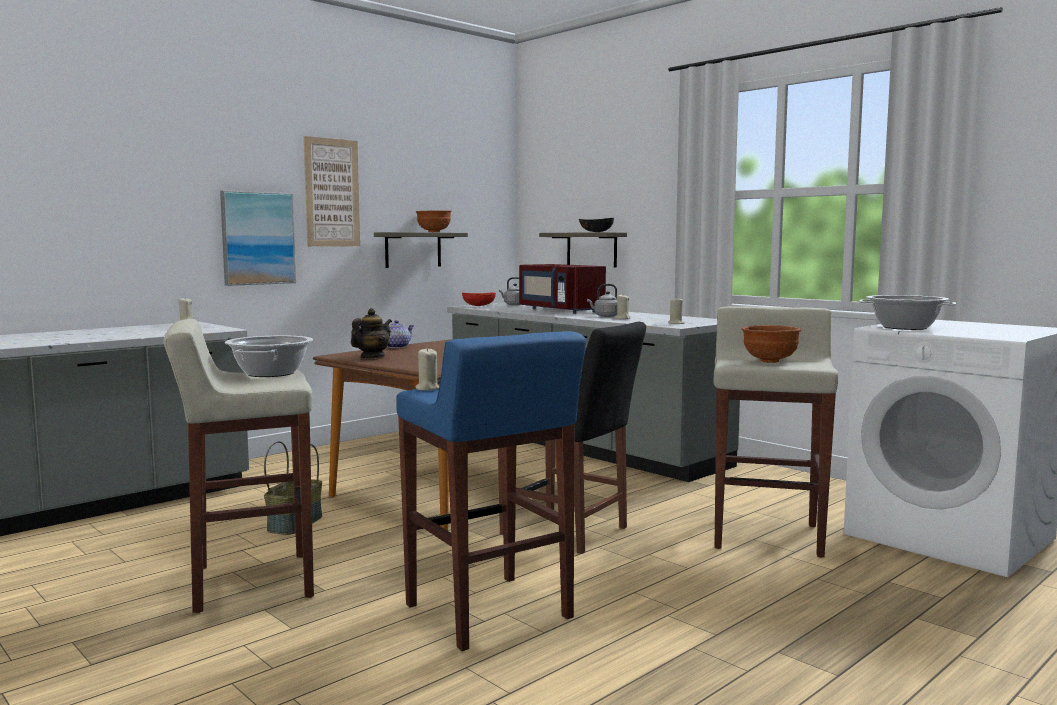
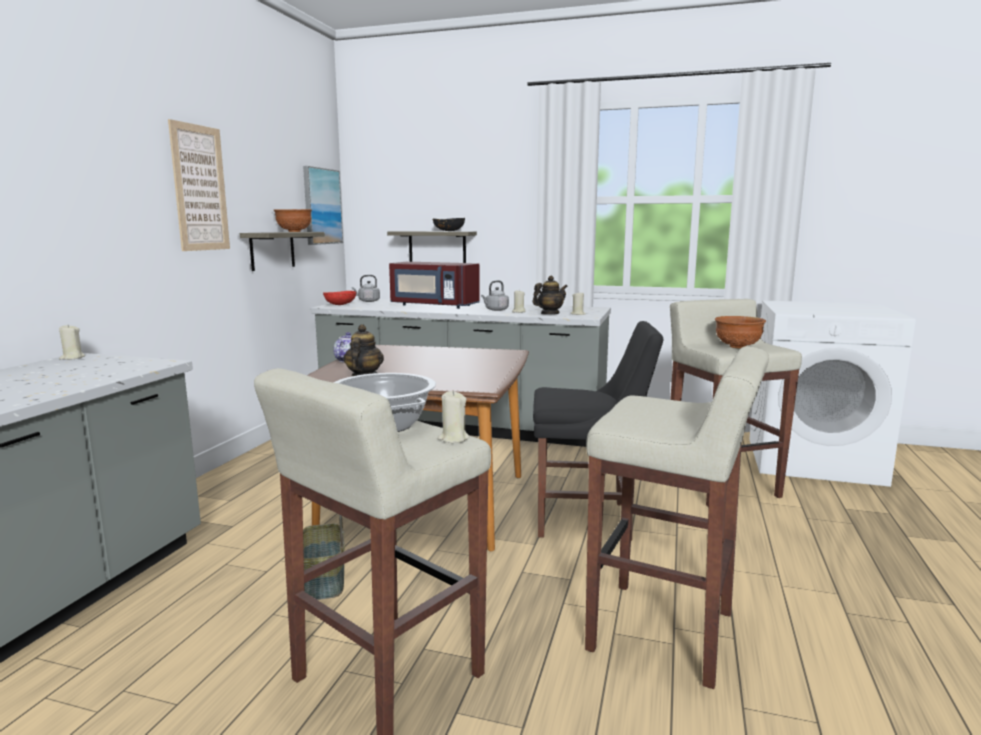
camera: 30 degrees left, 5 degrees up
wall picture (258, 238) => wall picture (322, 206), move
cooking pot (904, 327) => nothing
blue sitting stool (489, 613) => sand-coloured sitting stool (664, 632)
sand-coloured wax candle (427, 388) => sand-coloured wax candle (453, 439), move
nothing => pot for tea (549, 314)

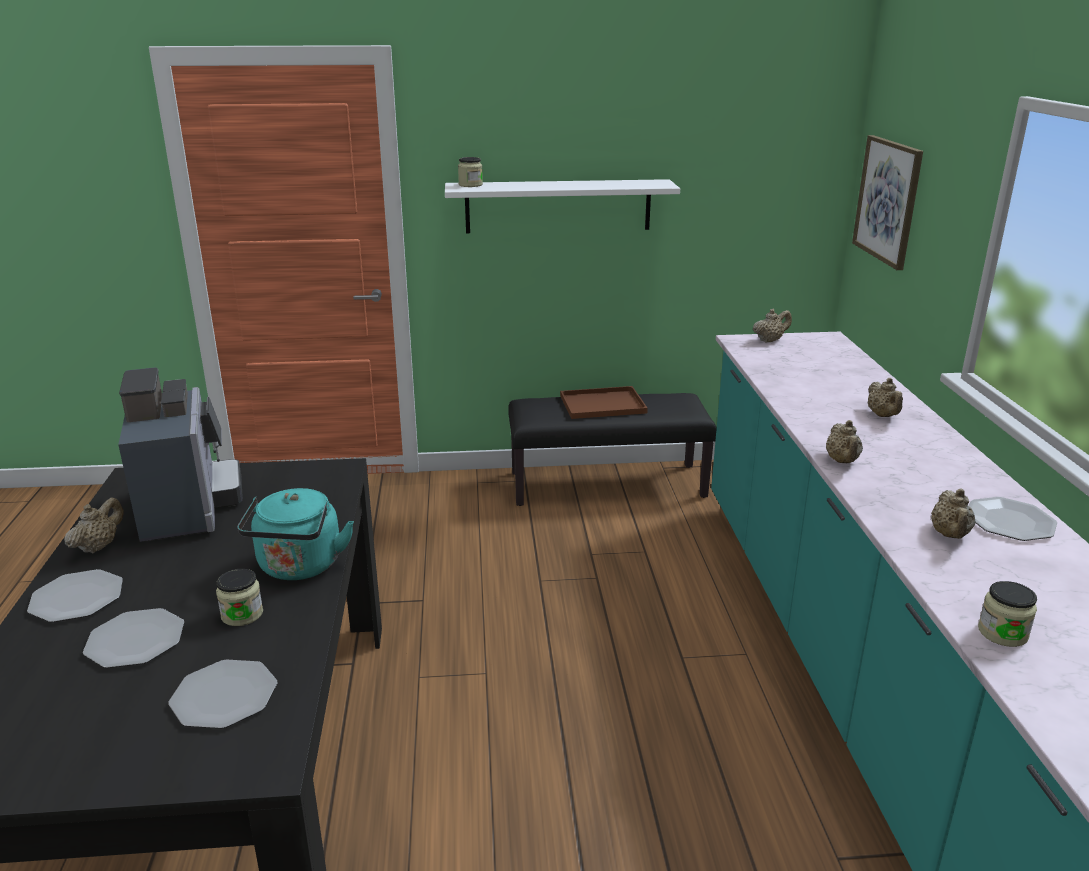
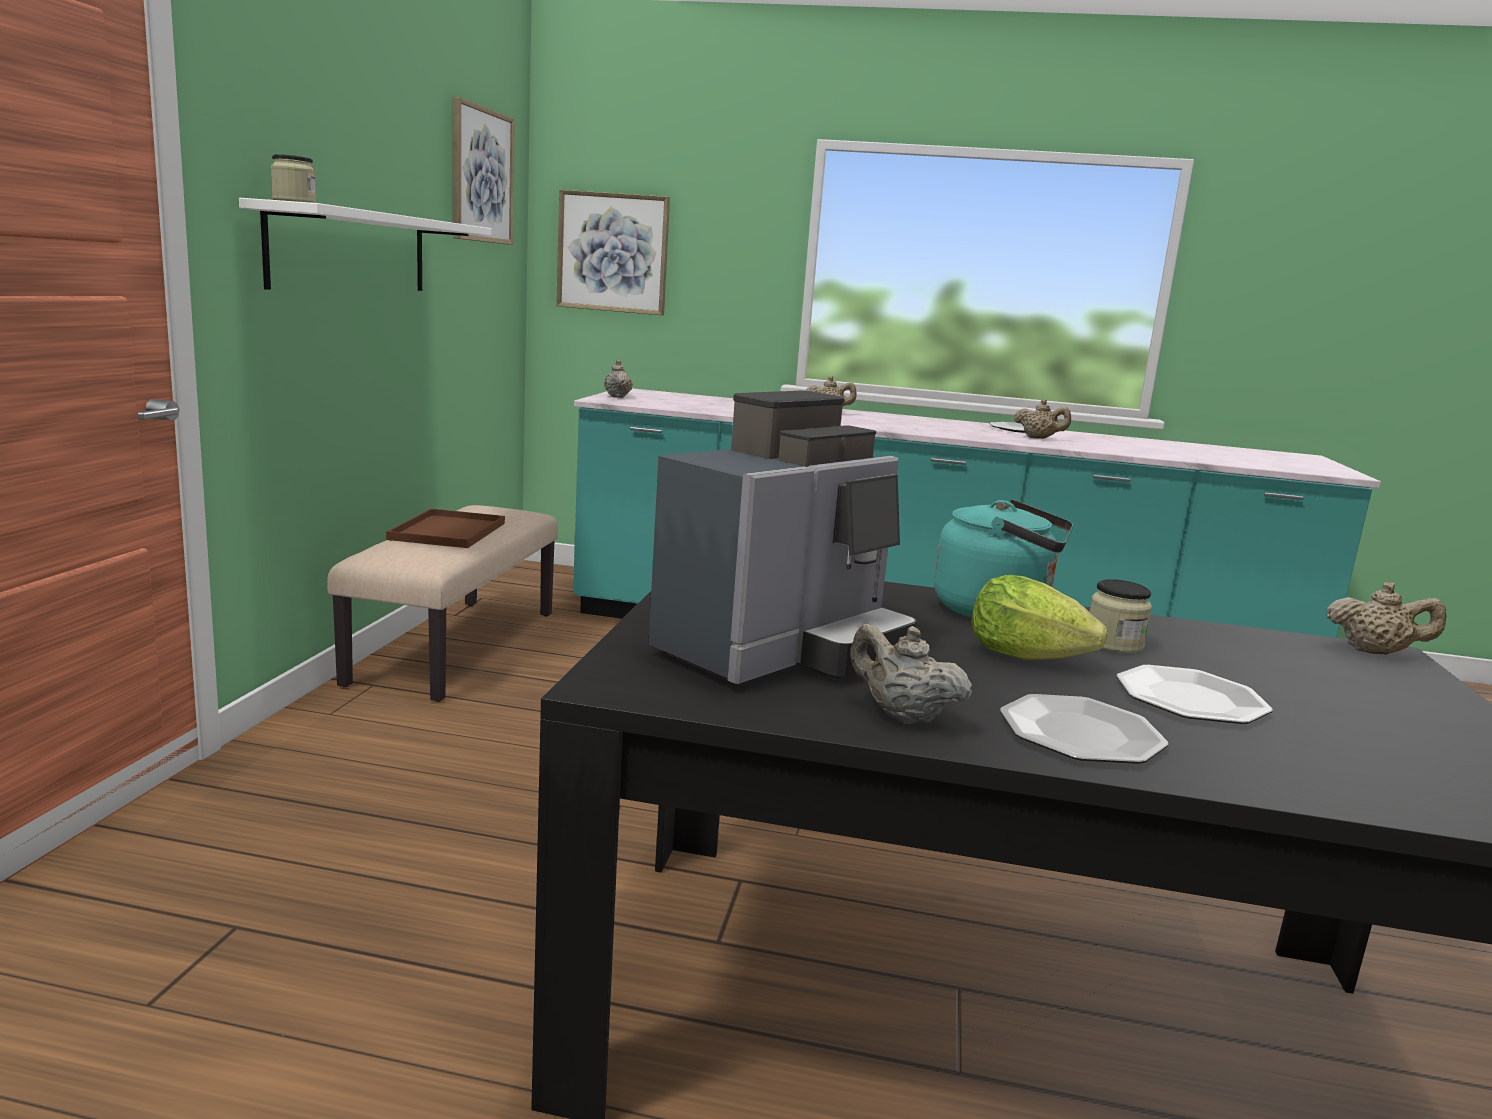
camera: 75 degrees left, 10 degrees down
coffee maker (189, 507) => coffee maker (784, 651), 135 degrees clockwise
black-coloured long seat (608, 484) => sand-coloured long seat (455, 646)
sand-coloured pot for tea (842, 461) => sand-coloured pot for tea (1375, 652), move
storage jar (1002, 633) => nothing
flat dish (224, 696) => nothing
nothing => wall picture (481, 176)
nothing => head of lettuce (1025, 656)

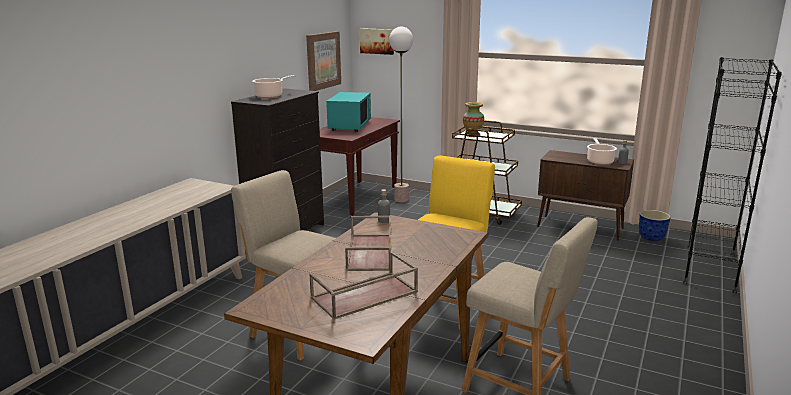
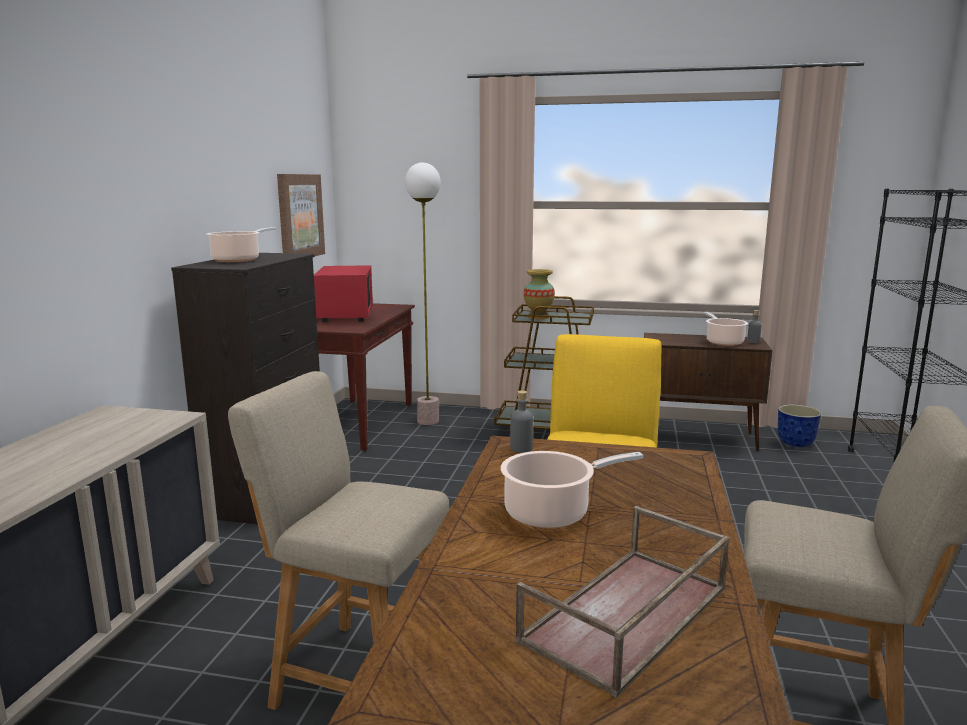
camera: 15 degrees left, 5 degrees down
wall picture (377, 41) => nothing
turquoise-coloured microwave oven (349, 126) => red-coloured microwave oven (345, 315)
brown-coloured tray (371, 252) => cooking pot (552, 512)

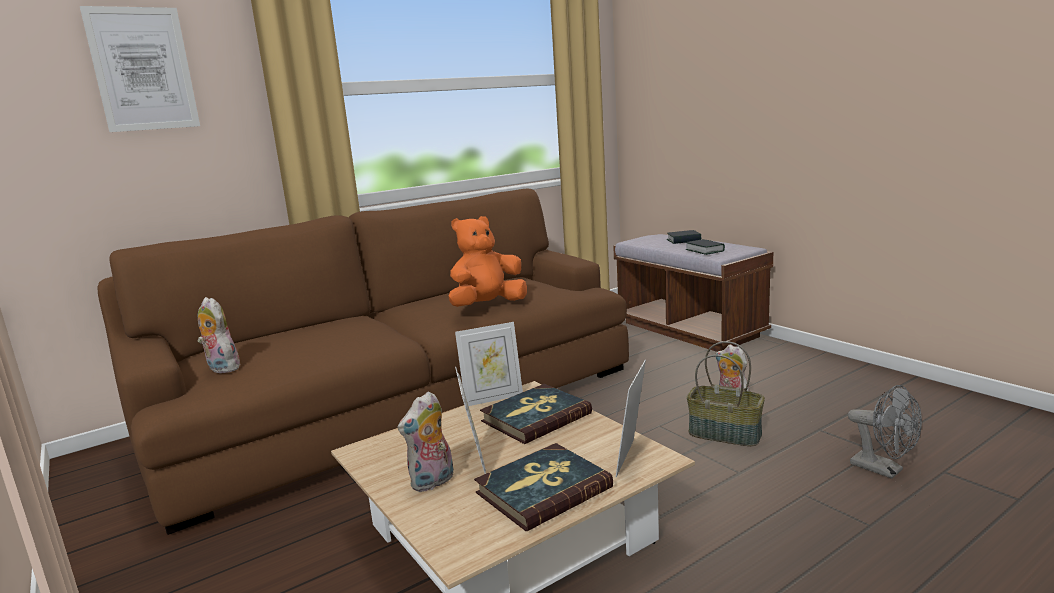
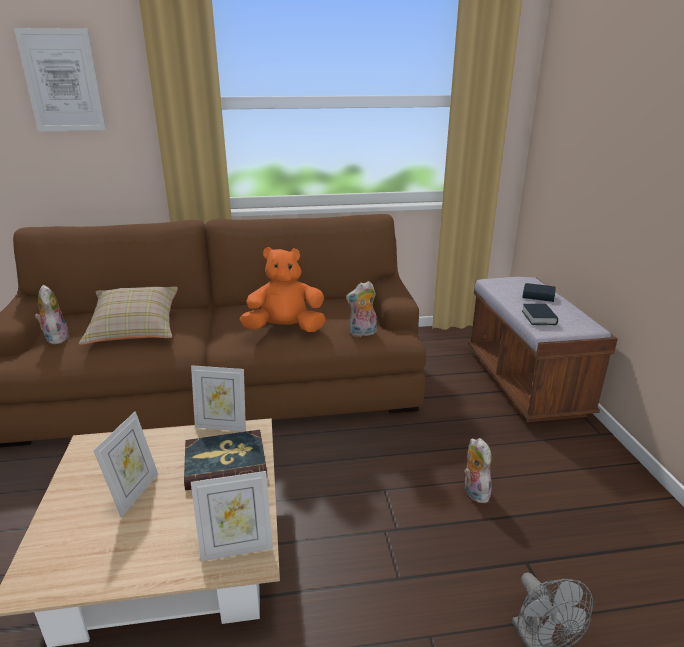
camera: 25 degrees right, 10 degrees up
storage basket (725, 433) => nothing
standing frame (632, 459) => standing frame (237, 548), 150 degrees counterclockwise
plush toy (433, 482) => plush toy (362, 333), move
bound book (543, 490) => nothing
nothing => sand-coloured cushion (134, 329)

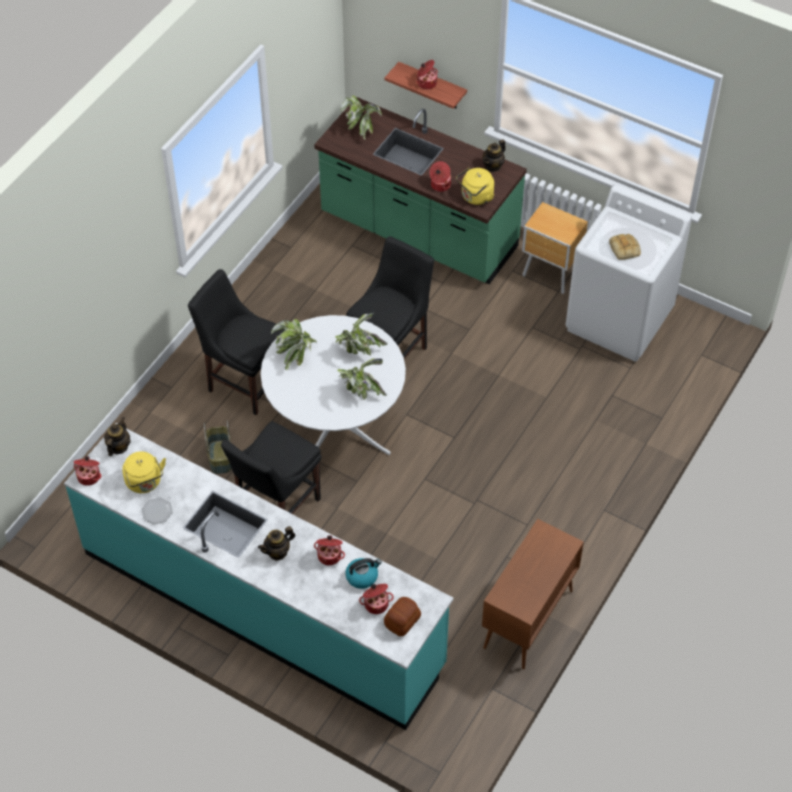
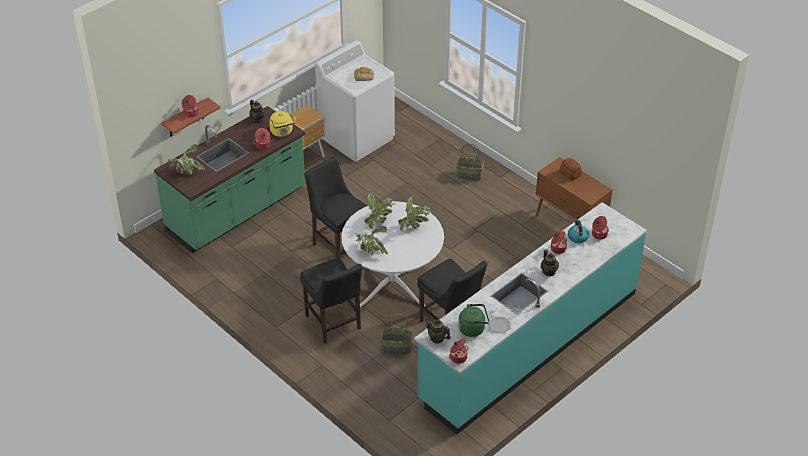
camera: 75 degrees left, 10 degrees down
black-coloured upright chair (244, 382) => black-coloured upright chair (334, 324), 75 degrees counterclockwise
yellow tea kettle (145, 483) => green-coloured tea kettle (473, 328)
bakery bread (401, 621) => bakery bread (570, 174), move
nothing => storage basket (469, 175)

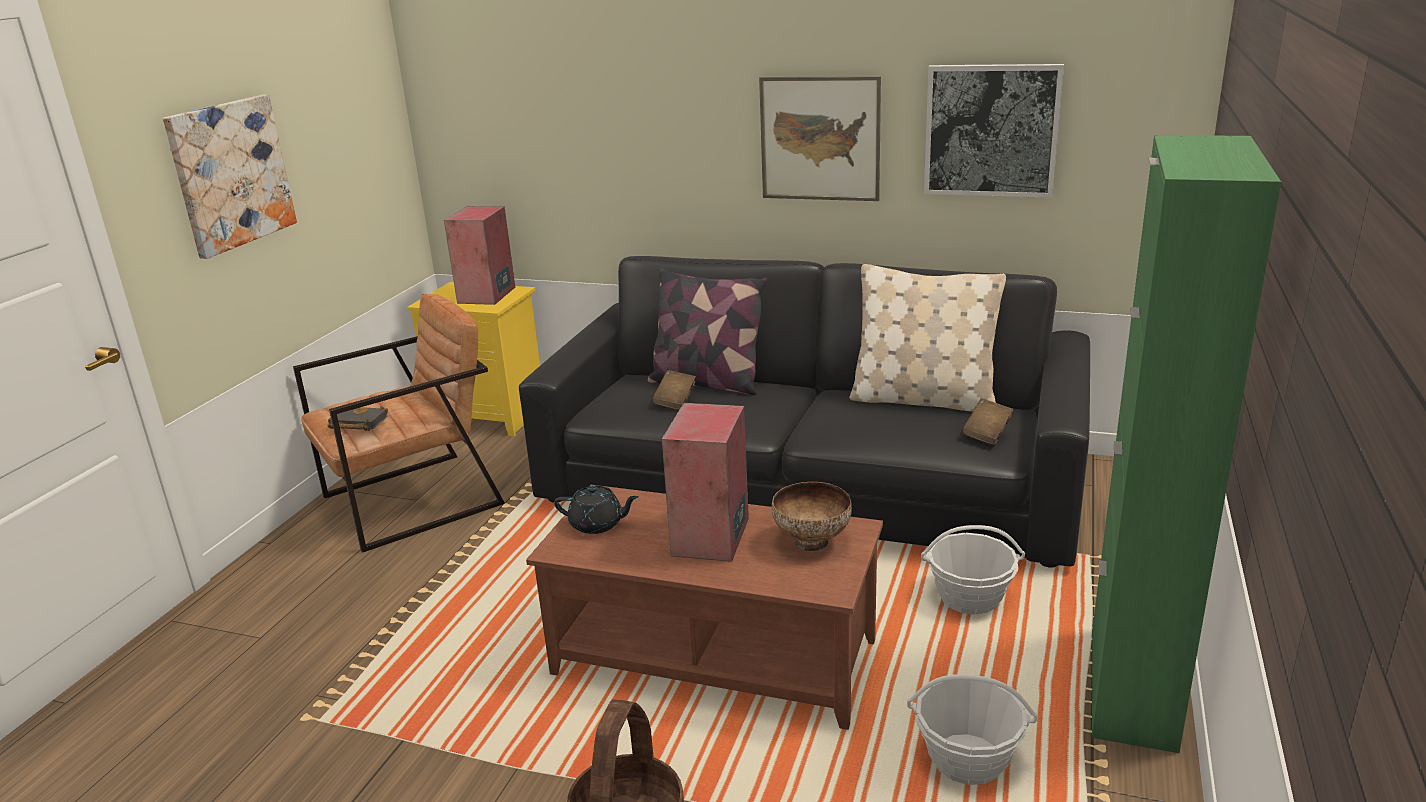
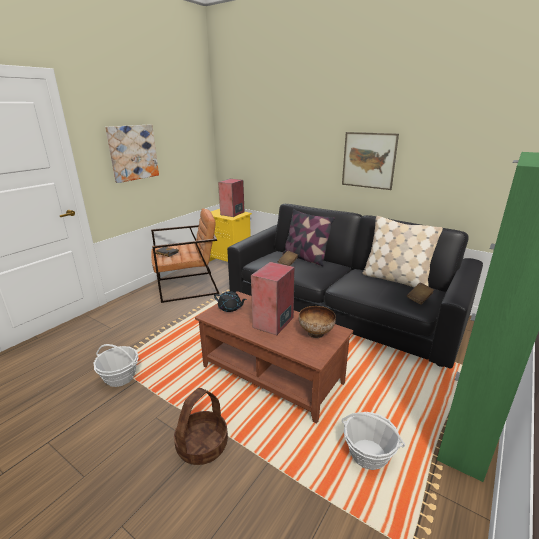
camera: 15 degrees right, 0 degrees up
wall picture (991, 130) => nothing
storage basket (970, 598) => storage basket (120, 377), move

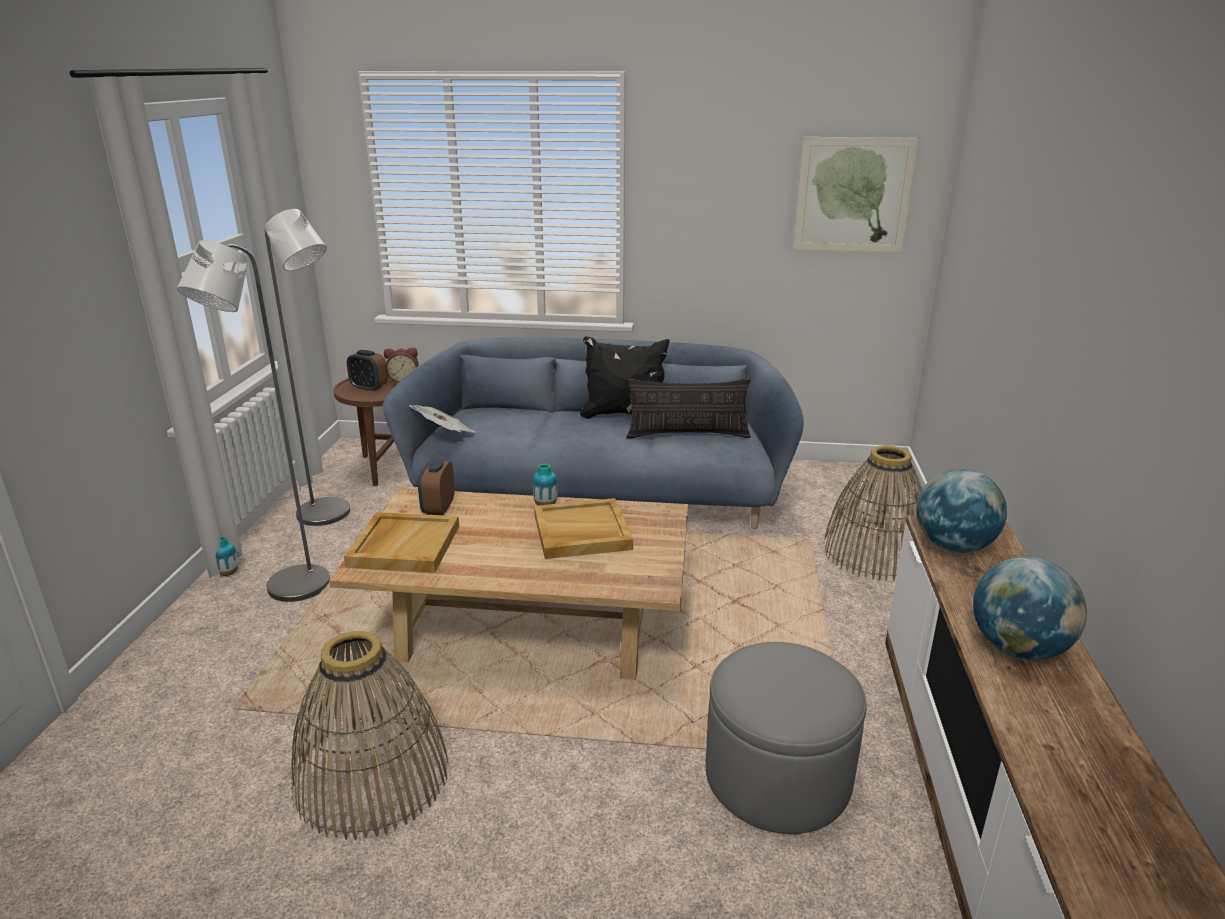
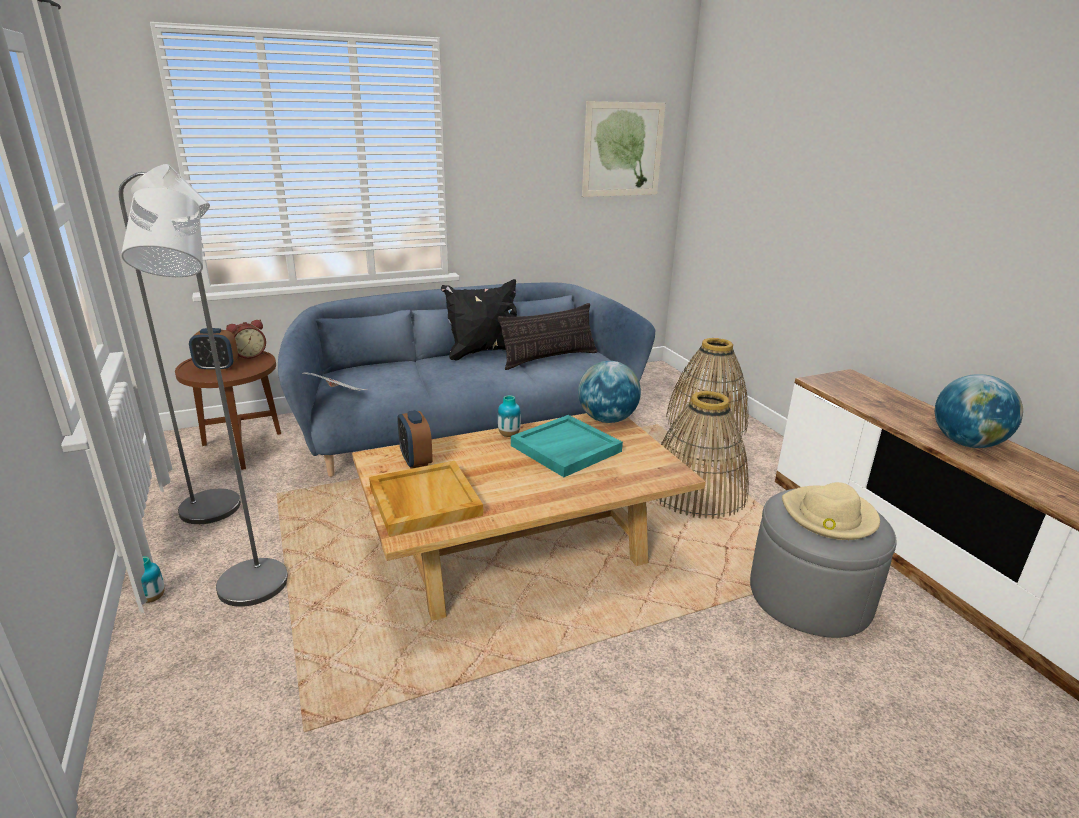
camera: 30 degrees left, 0 degrees up
desk globe (953, 546) => desk globe (607, 419), move
sand-coloured tray (581, 532) => turquoise-coloured tray (566, 449)
storage basket (371, 777) => storage basket (697, 492), move
nothing => sand-coloured wearable hat (829, 516)

